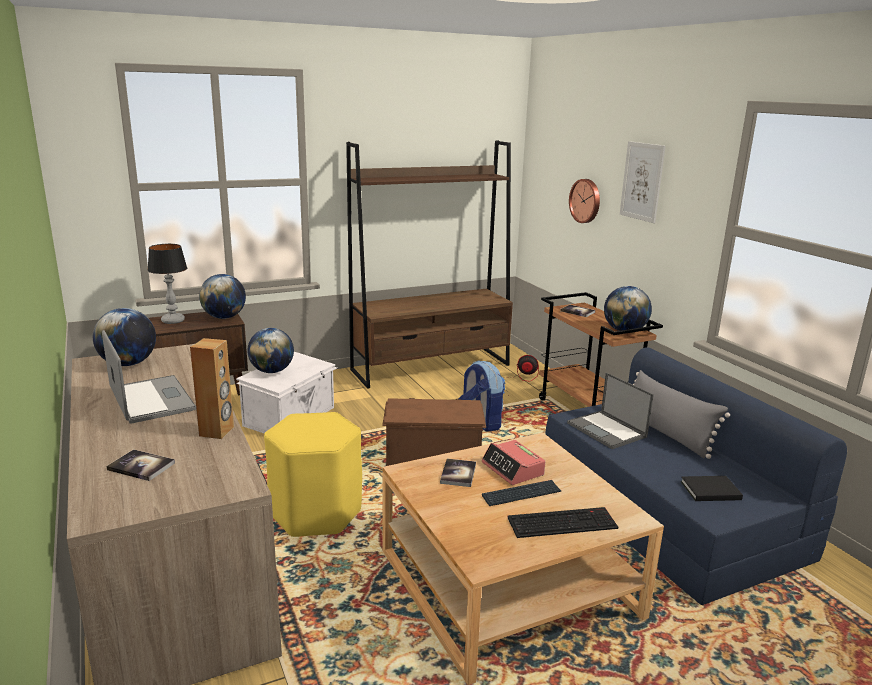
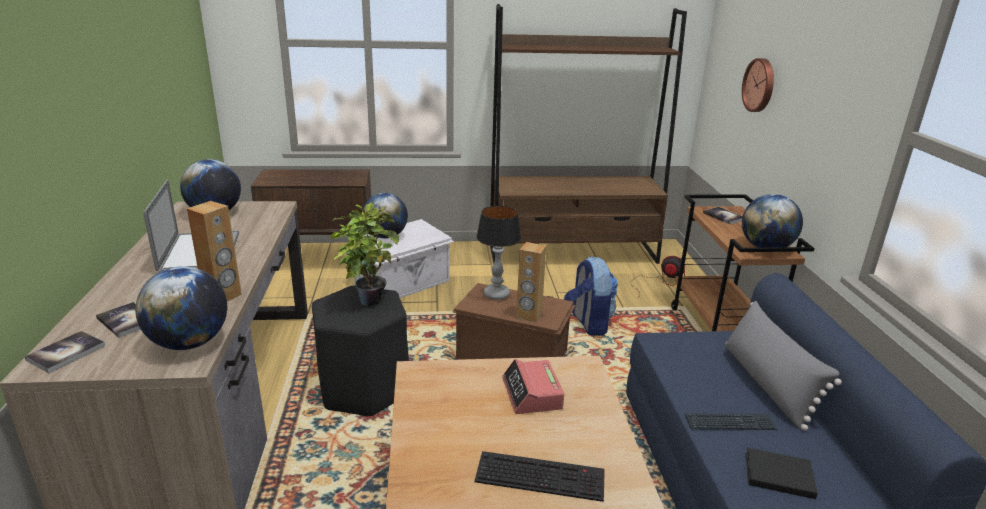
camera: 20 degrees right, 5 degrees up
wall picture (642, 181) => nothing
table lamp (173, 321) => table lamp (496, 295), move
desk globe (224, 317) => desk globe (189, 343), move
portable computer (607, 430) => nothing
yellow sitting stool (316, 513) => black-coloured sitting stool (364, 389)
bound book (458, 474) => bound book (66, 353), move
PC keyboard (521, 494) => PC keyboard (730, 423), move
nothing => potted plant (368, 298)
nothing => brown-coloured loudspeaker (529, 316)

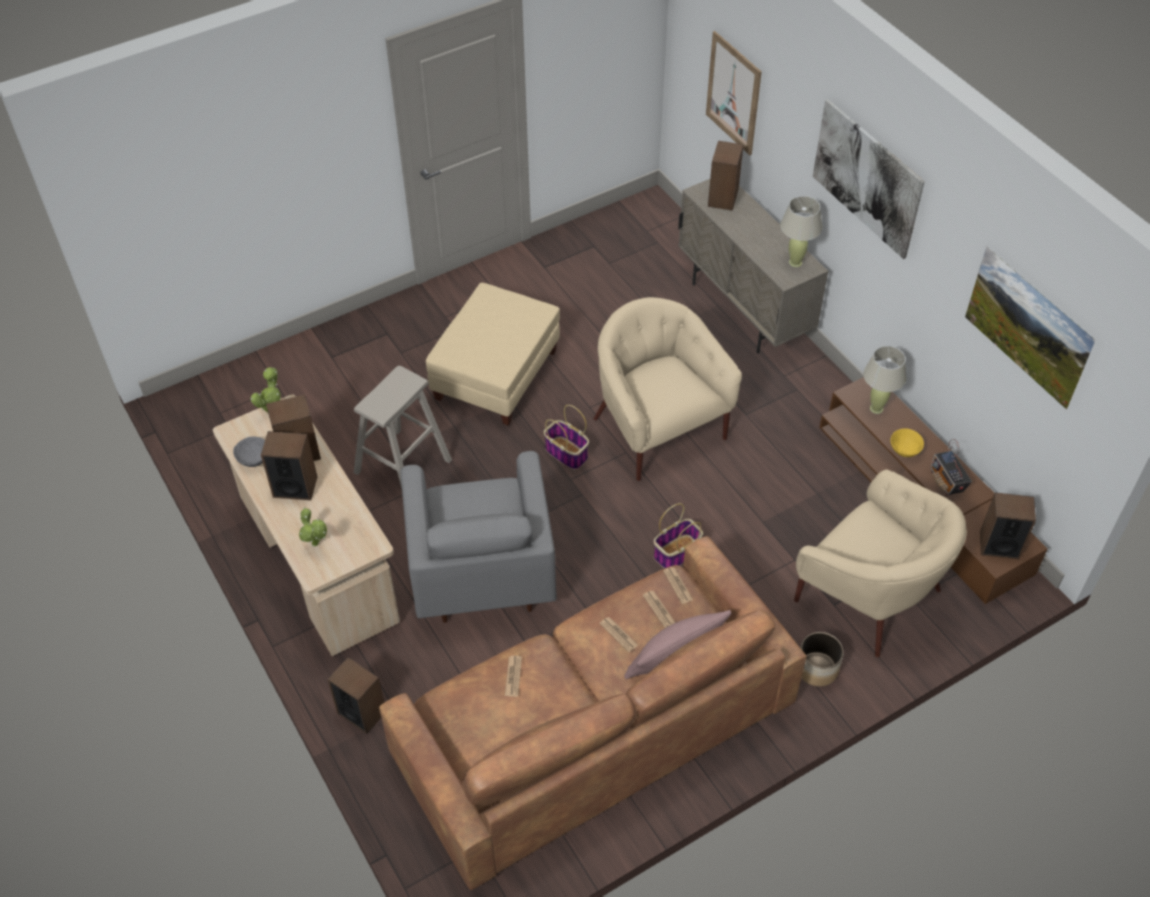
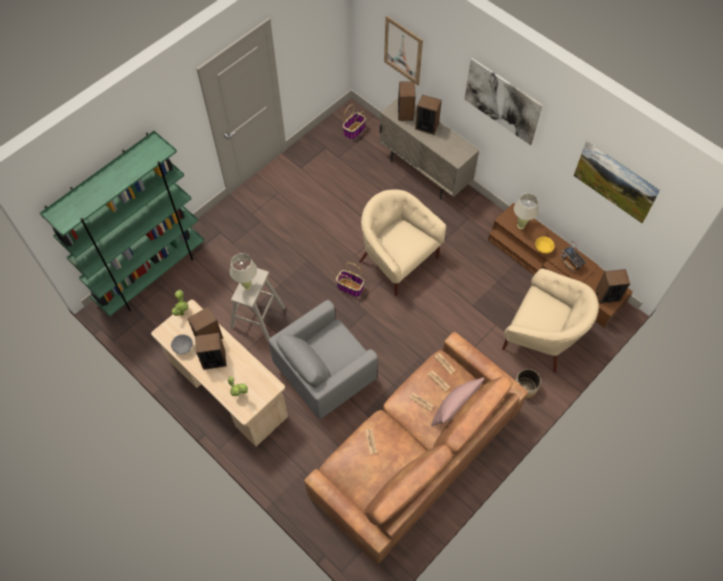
camera: 15 degrees left, 10 degrees up
sand-coloured table lamp (795, 262) => sand-coloured table lamp (247, 286), move
sand-coloured ottoman (496, 376) => nothing
gray armchair (481, 574) => gray armchair (325, 375), 75 degrees clockwise
storage basket (676, 553) => storage basket (354, 131), move
loudspeaker (362, 712) => loudspeaker (427, 126), move
nothing => green-coloured bookshelf (151, 274)

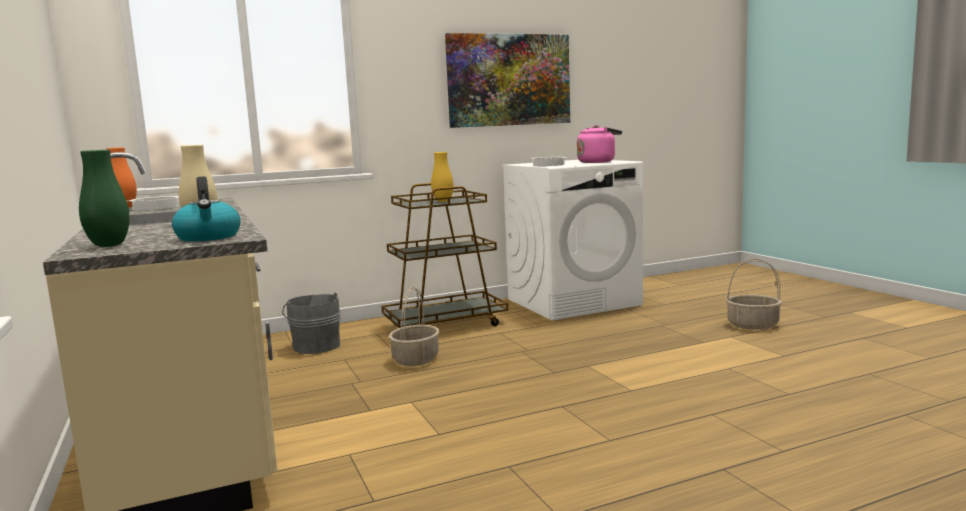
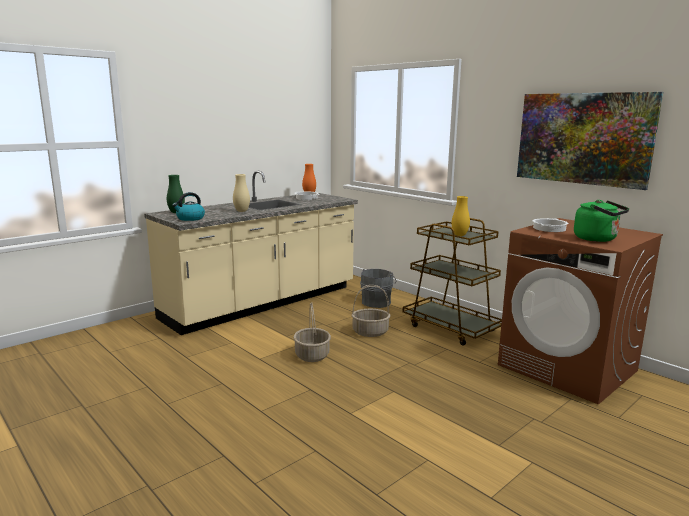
camera: 70 degrees right, 5 degrees up
pink tea kettle (598, 162) => green-coloured tea kettle (597, 239)
white washing machine (573, 302) => brown-coloured washing machine (568, 368)
storage basket (753, 325) => storage basket (312, 355), move

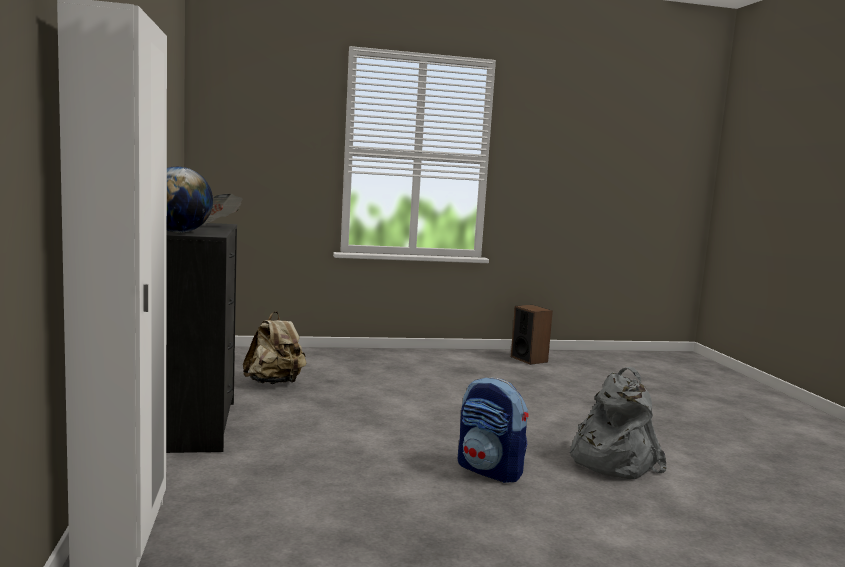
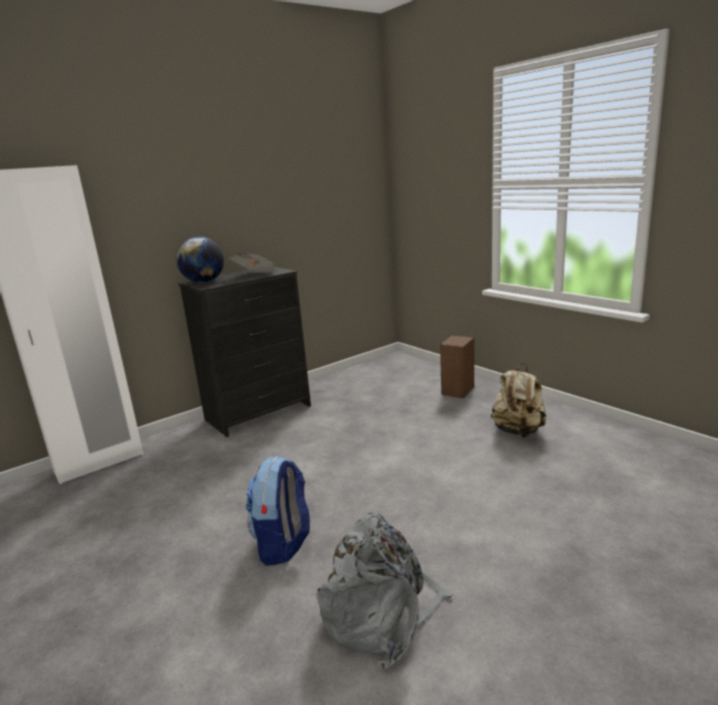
camera: 65 degrees right, 10 degrees up
loudspeaker (529, 359) => loudspeaker (458, 390), move
sand-coloured backpack (275, 383) => sand-coloured backpack (518, 431), move

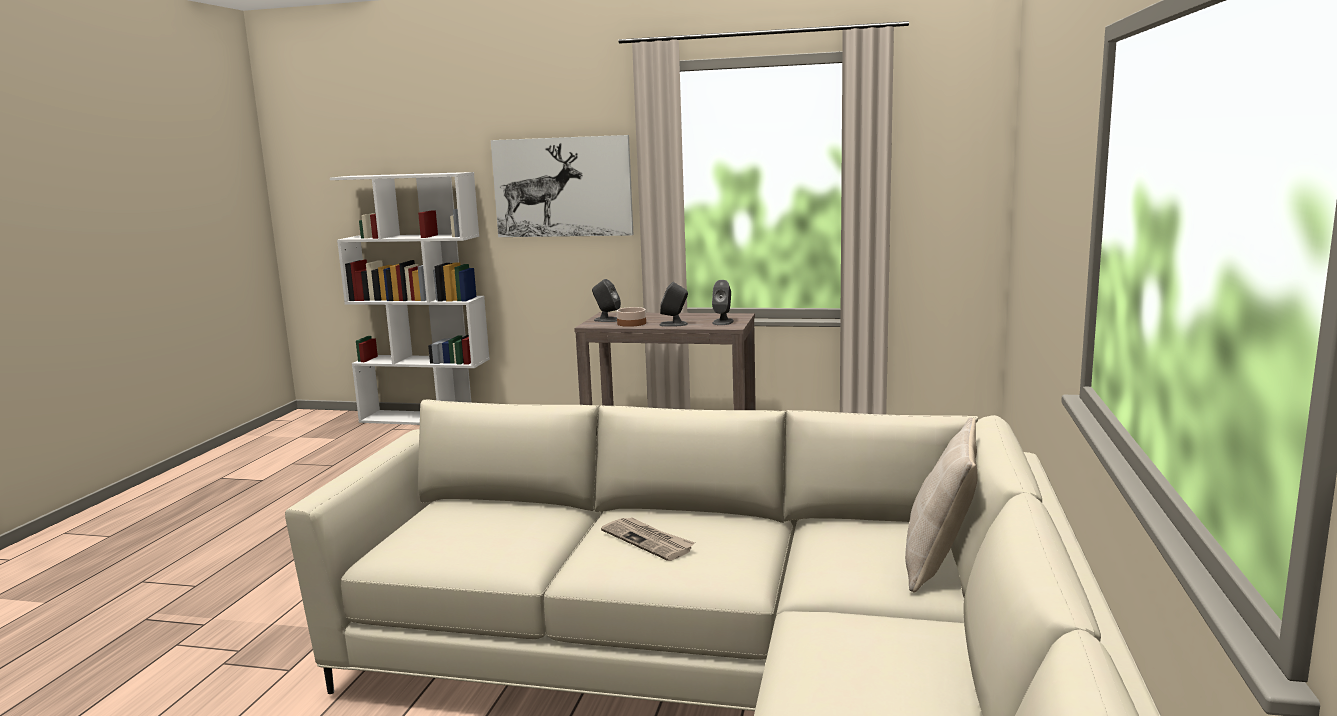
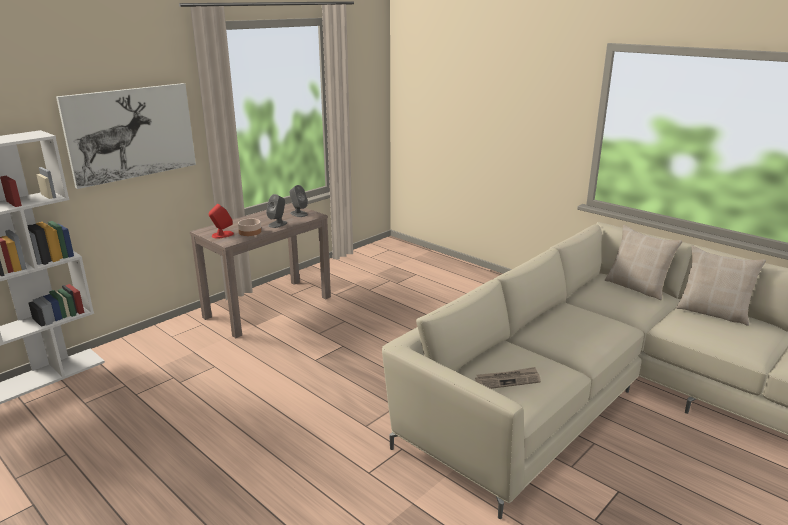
camera: 60 degrees left, 10 degrees up
gray loudspeaker (607, 320) => red-coloured loudspeaker (222, 235)
printed paper (648, 541) => printed paper (507, 380), move
nothing => sand-coloured cushion (713, 313)

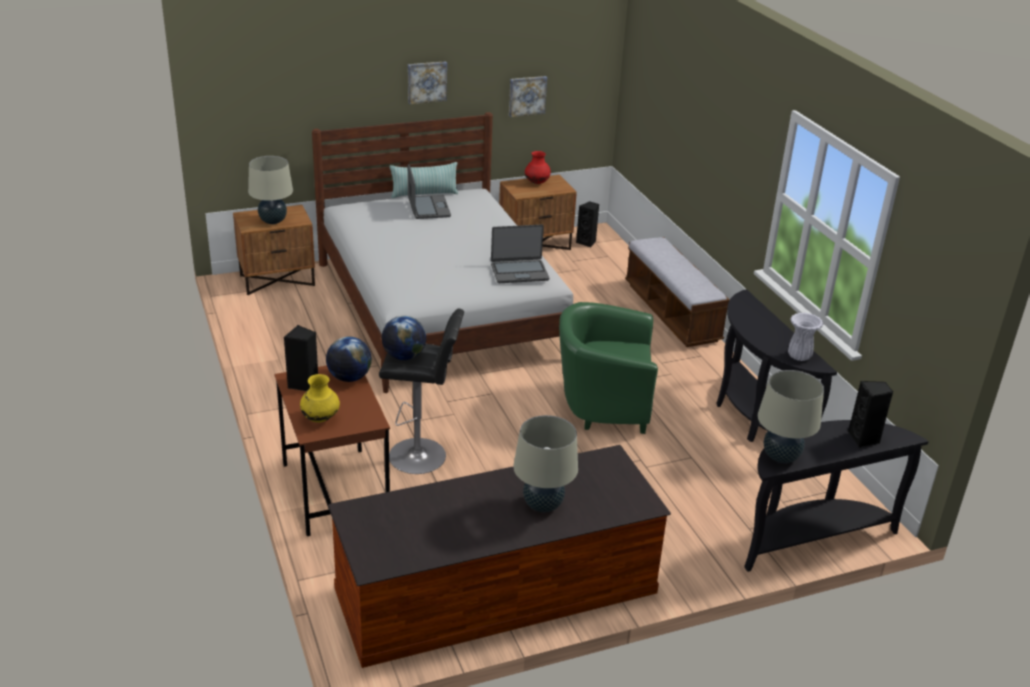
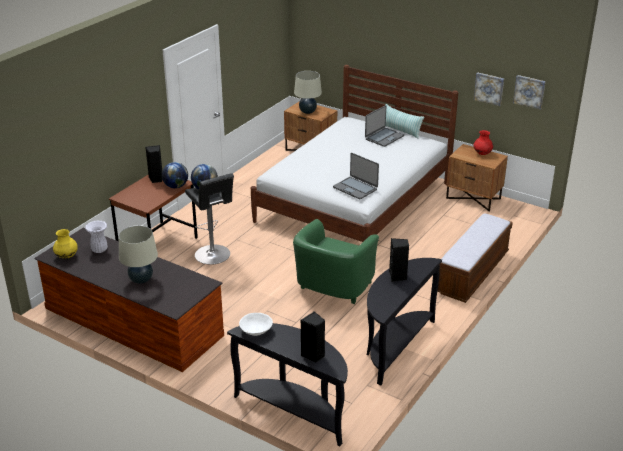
camera: 55 degrees right, 0 degrees up
wall picture (426, 82) => wall picture (529, 91), move
black-coloured loudspeaker (587, 242) => black-coloured loudspeaker (398, 277), move
green-coloured armchair (602, 405) => green-coloured armchair (332, 289), 120 degrees counterclockwise
white vase (799, 357) => white vase (99, 250), move
sand-coloured table lamp (781, 457) => white bowl (256, 331)
yellow vase (320, 418) => yellow vase (67, 256), move

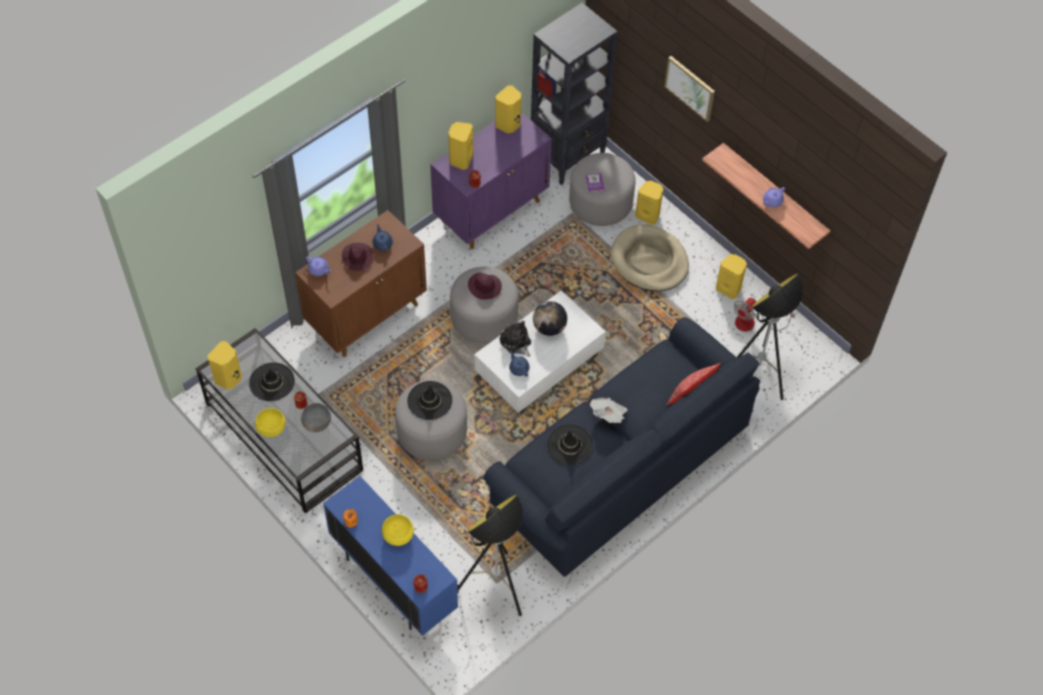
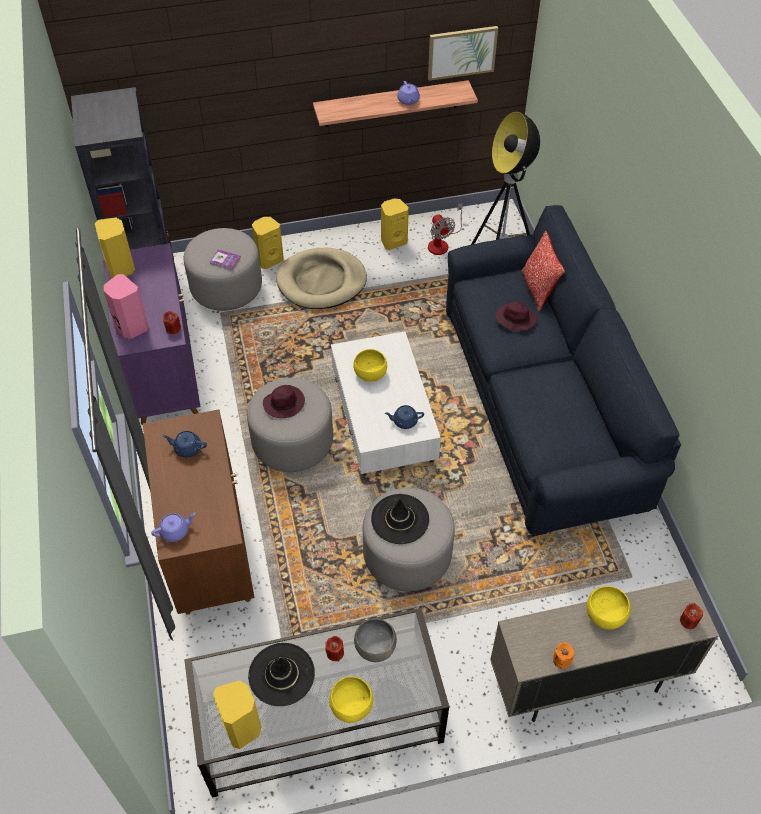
camera: 60 degrees left, 5 degrees down
wall picture (690, 88) => wall picture (462, 52), move
yellow loudspeaker (460, 159) => pink loudspeaker (131, 327)
purplish wearable hat (357, 257) => purplish wearable hat (515, 319), move
desk globe (549, 327) => yellow bowl (370, 373)
plush toy (516, 342) => nothing
printed paper (608, 415) => nothing
black-coloured wearable hat (570, 445) => nothing
blue storage cabinet (393, 582) => sand-coloured storage cabinet (585, 682)
standing lamp (496, 588) => nothing

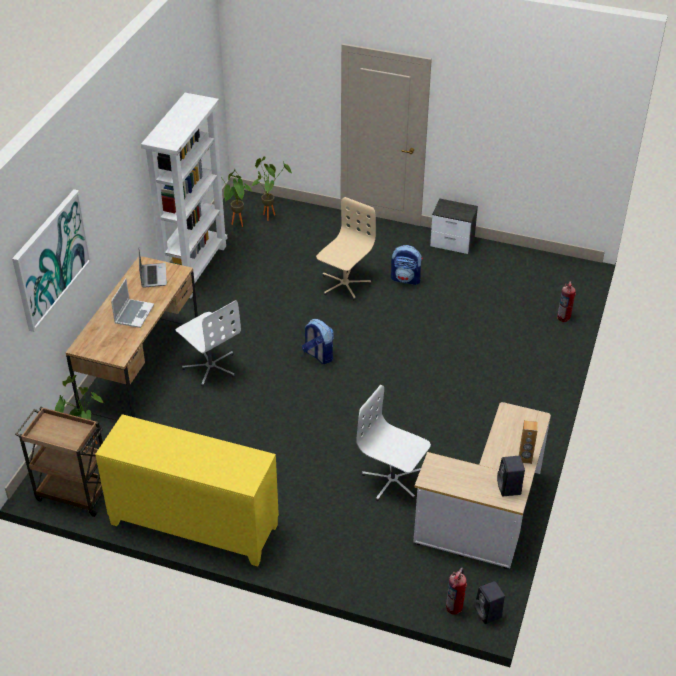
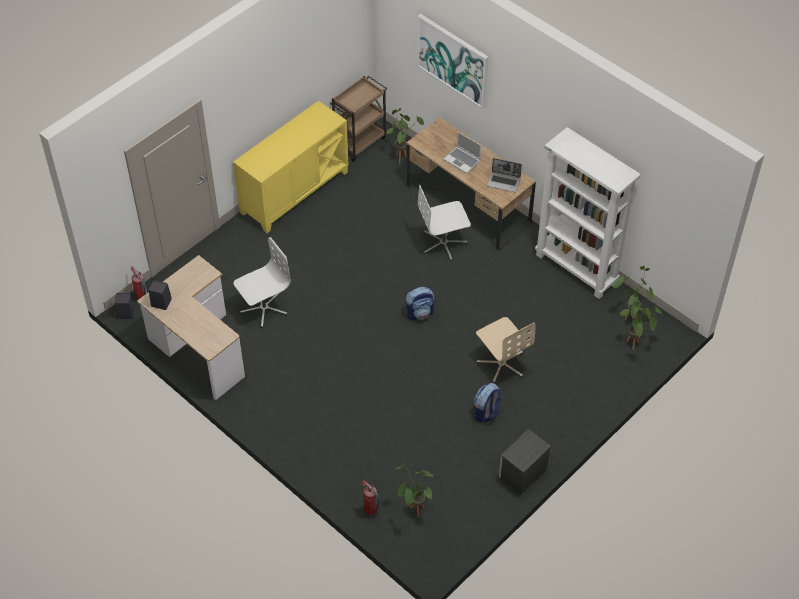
camera: 115 degrees right, 10 degrees up
brown-coloured loudspeaker (525, 458) => nothing
nothing => potted plant (414, 511)

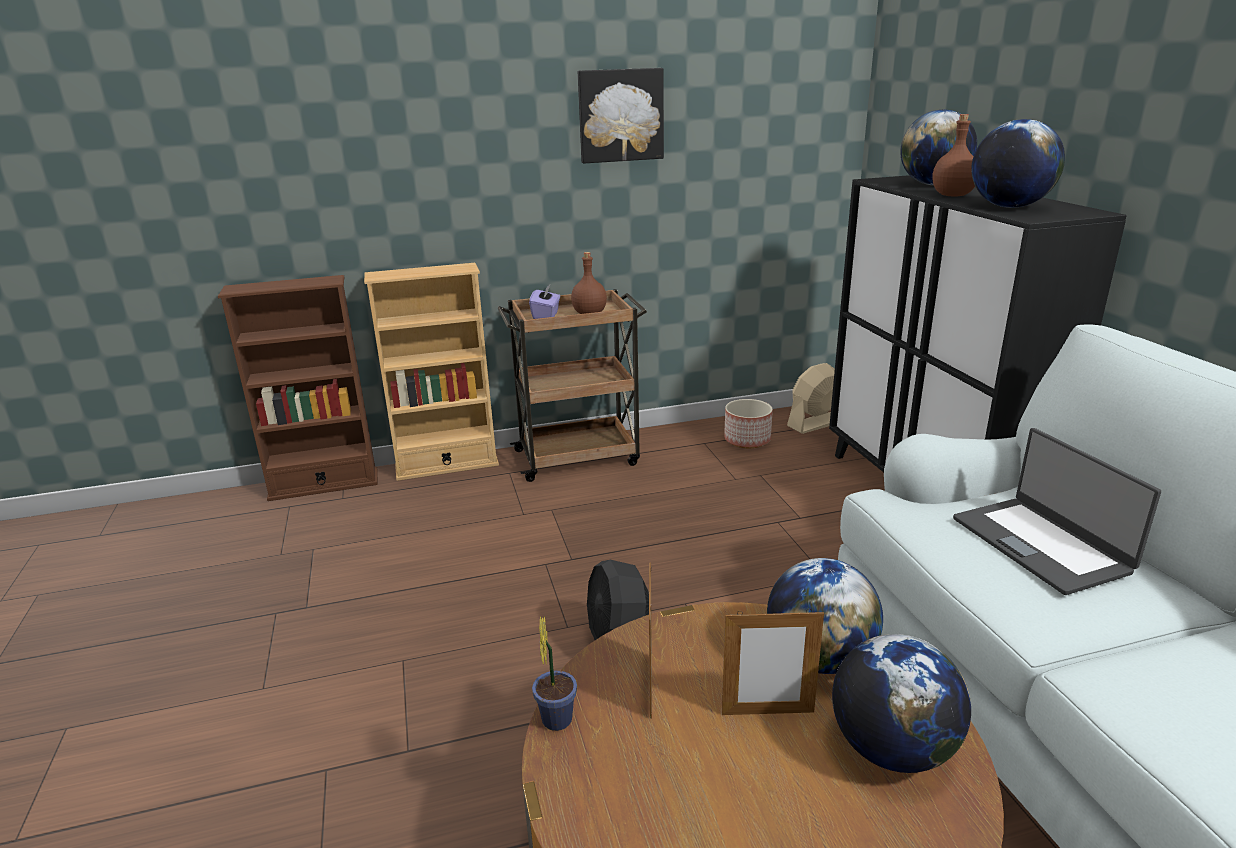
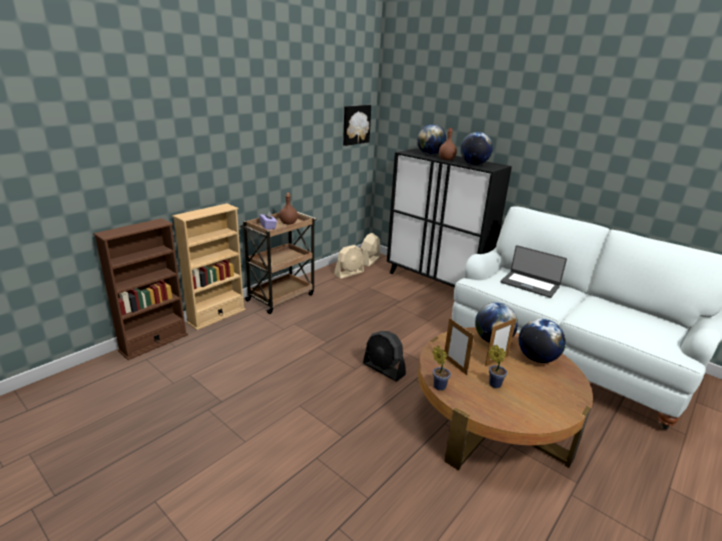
camera: 35 degrees left, 0 degrees up
wall picture (620, 115) => wall picture (355, 124), move
flower pot (747, 440) => sand-coloured electric fan (349, 273)
nothing => potted plant (493, 383)

